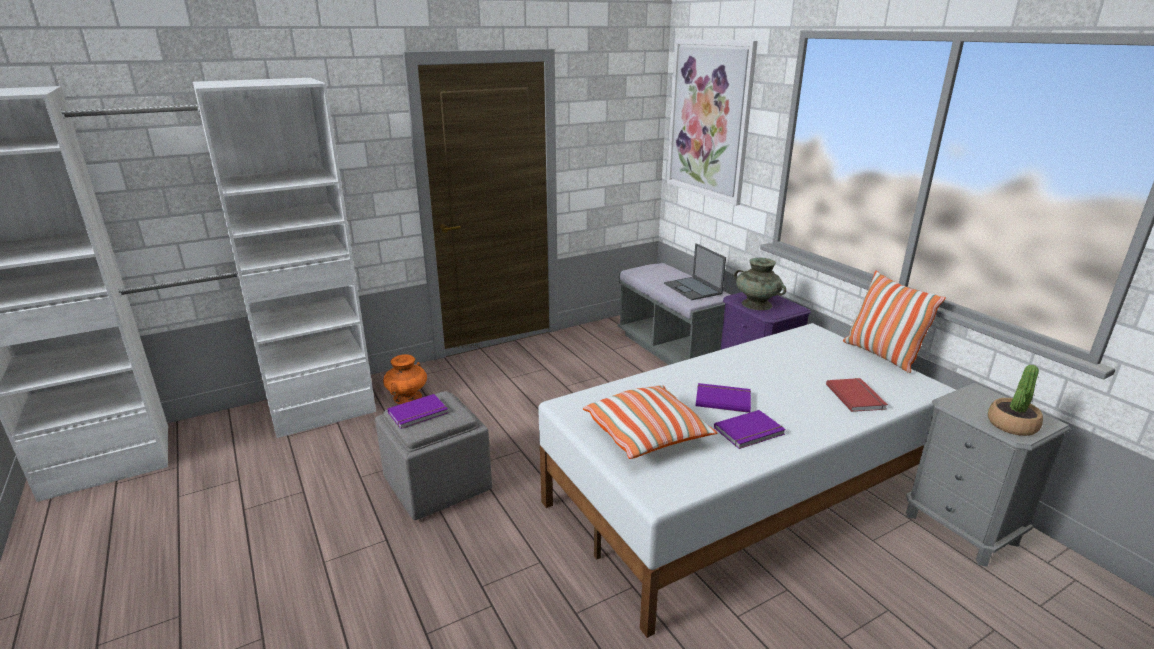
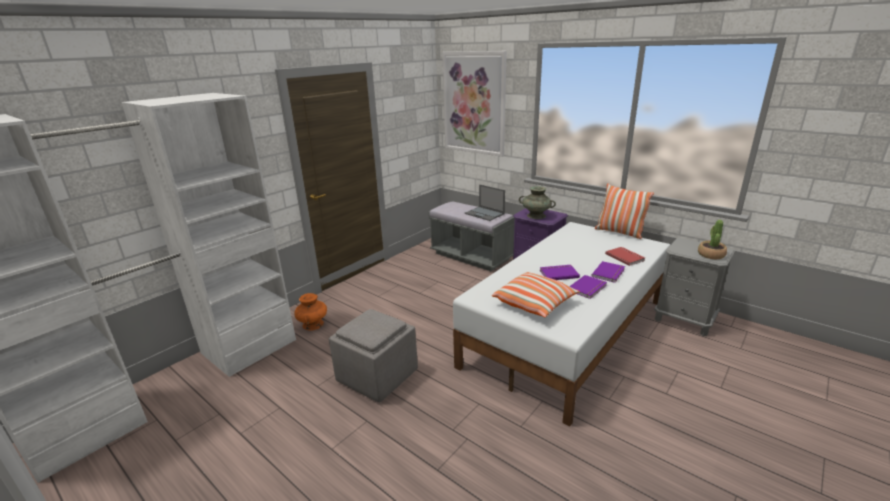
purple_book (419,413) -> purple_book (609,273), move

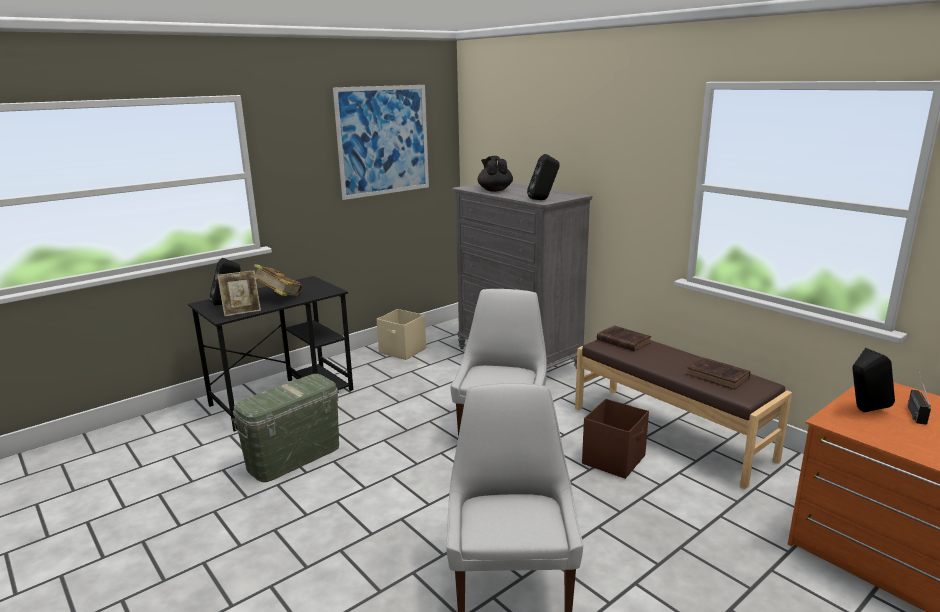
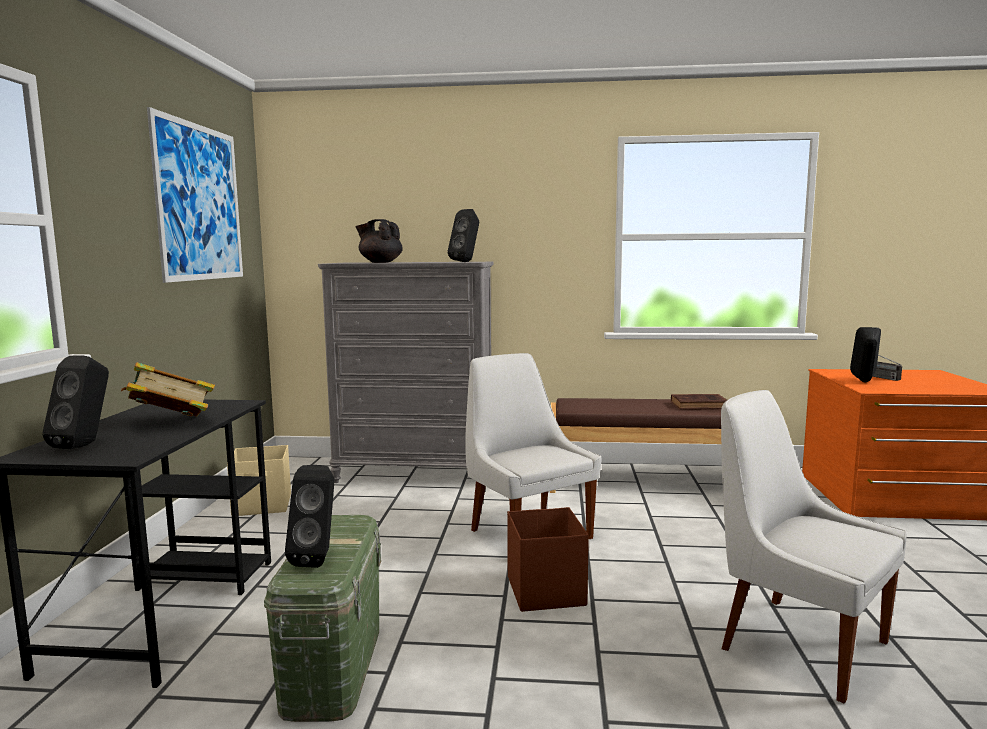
picture_frame (242,311) -> none
brown_storage_box (614,459) -> brown_storage_box (546,590), move
brown_book (622,341) -> none
none -> black_speaker (318,558)

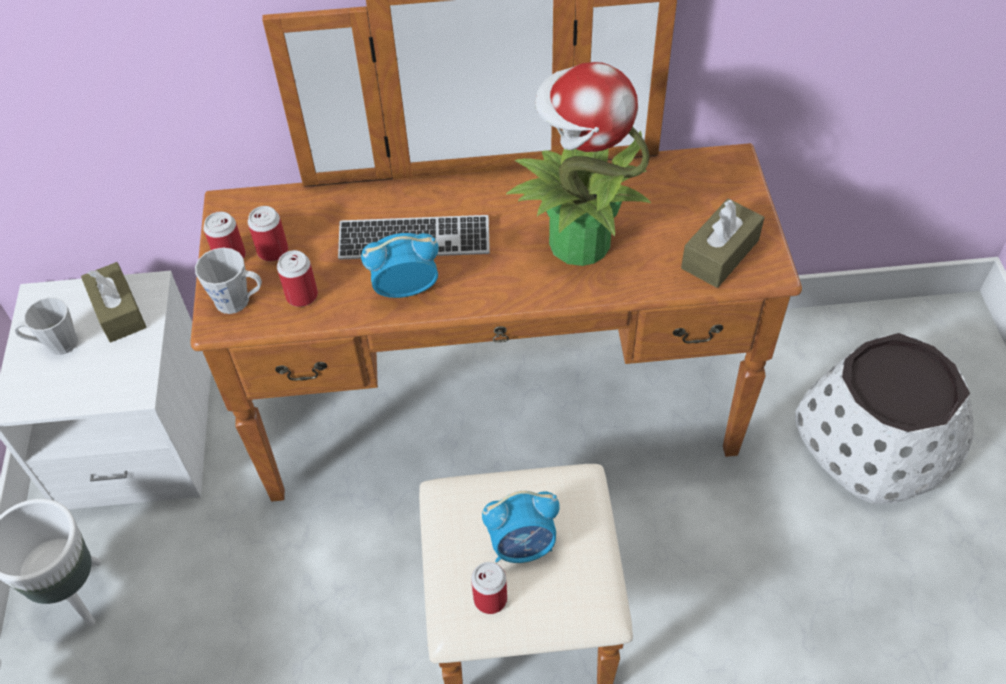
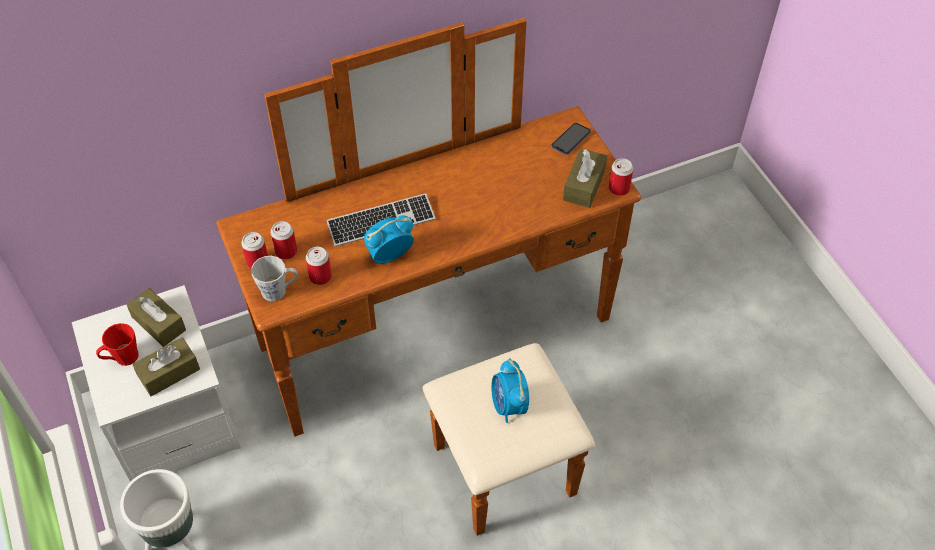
grey_mug (56,344) -> red_mug (122,358)
can (490,599) -> can (619,188), move
alarm_clock (522,546) -> alarm_clock (509,406), 105 degrees clockwise
potted_plant (577,242) -> none
white_planter (875,441) -> none
none -> brown_tissue_box (169,373)
none -> phone (570,139)

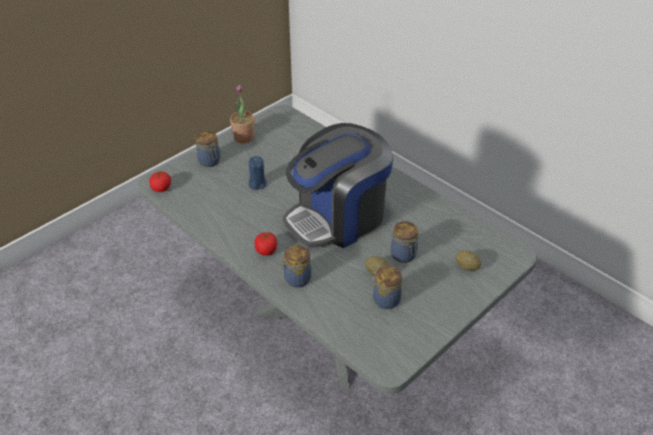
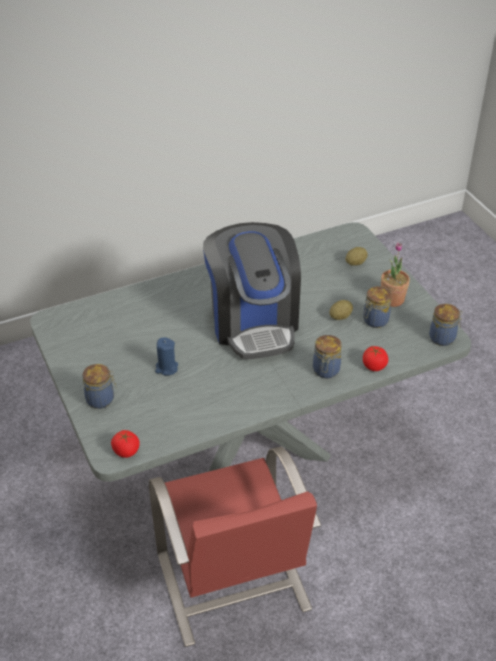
potted_plant (244,137) -> potted_plant (392,299), move
tomato (266,250) -> tomato (374,366), move
jar (404,255) -> jar (443,338), move
none -> red_chair (232,584)

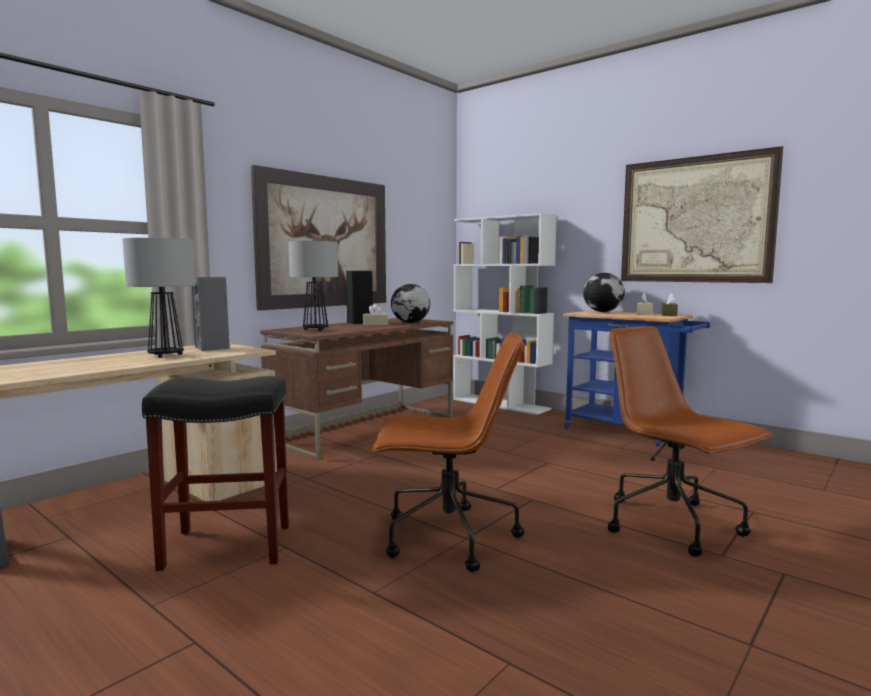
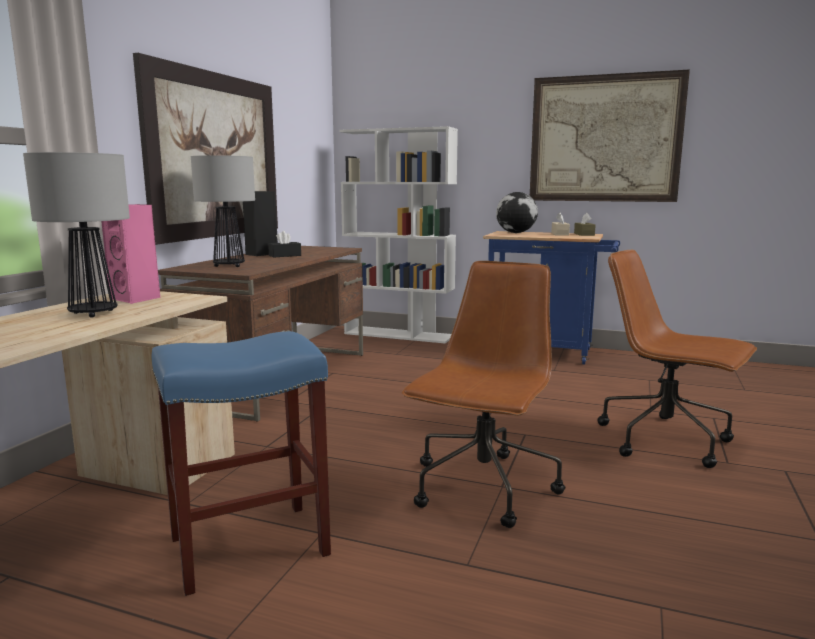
black_stool (225,547) -> blue_stool (247,547)
grey_speaker (212,348) -> pink_speaker (136,299)
beige_tissue_box (375,324) -> black_tissue_box (285,255)
brown_office_chair (446,537) -> brown_office_chair (482,489), 45 degrees counterclockwise
globe (410,322) -> none

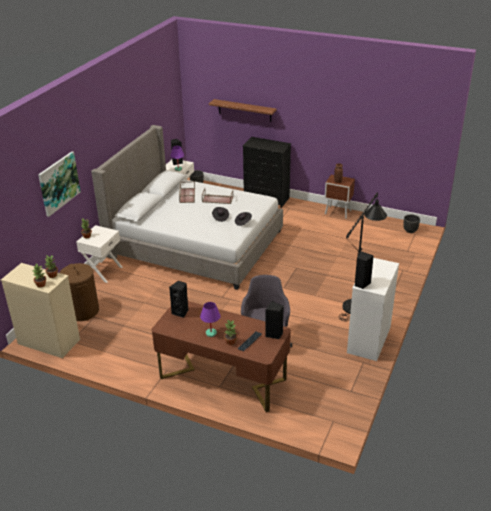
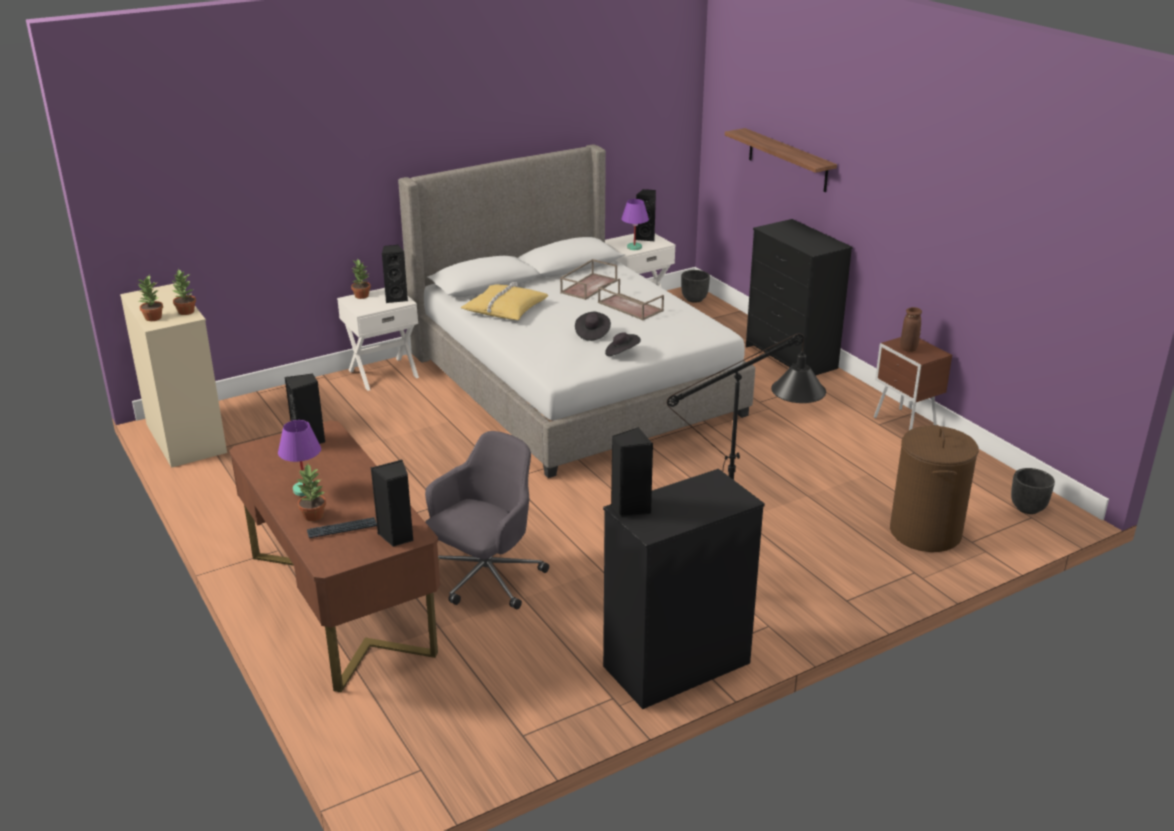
picture (58,183) -> none
brown_laundry_basket (83,311) -> brown_laundry_basket (925,532), move
white_dresser (369,340) -> black_dresser (675,665)
none -> black_speaker (396,298)
none -> yellow_pillow (504,310)

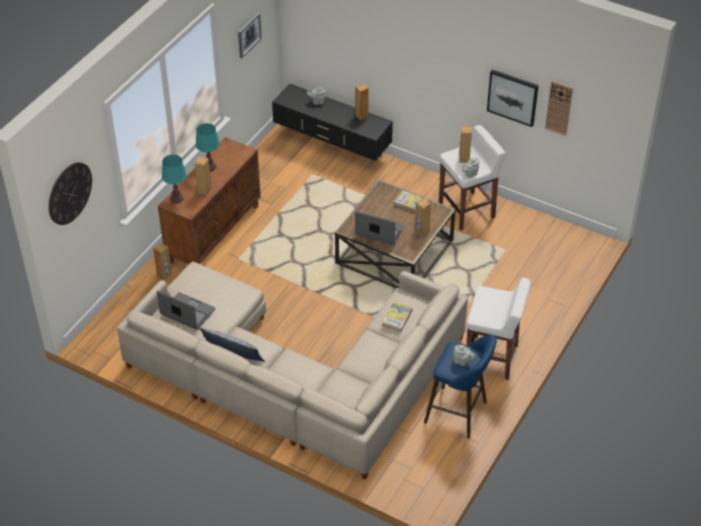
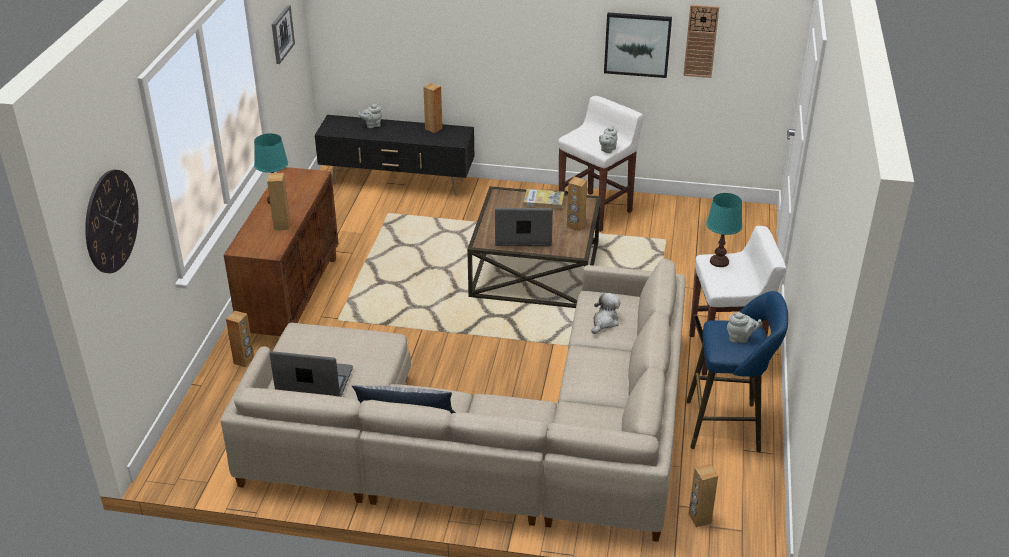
turquoise_table_lamp (176,198) -> turquoise_table_lamp (719,261), move
book (397,318) -> plush_toy (604,322)
brown_speaker (464,159) -> brown_speaker (699,518), move

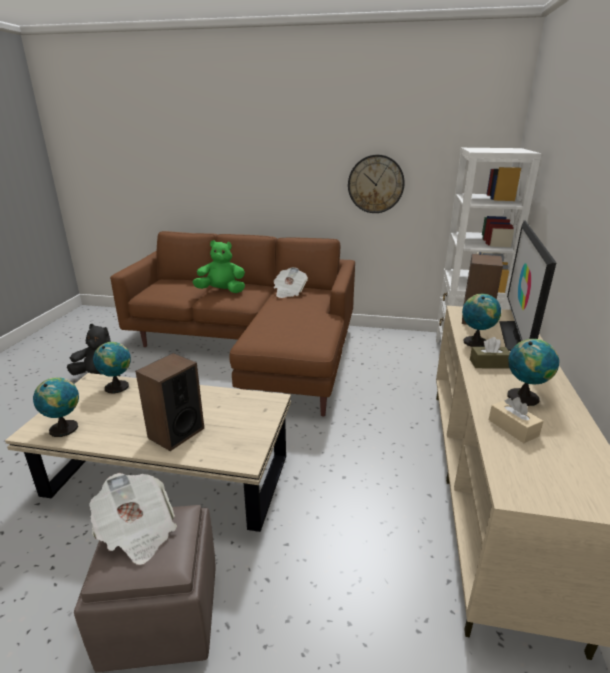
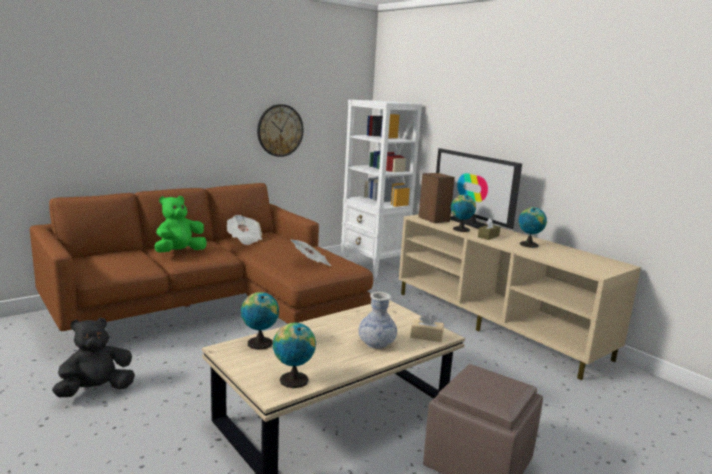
newspaper (137,532) -> newspaper (311,263), move
speaker (176,433) -> vase (376,344)
beige_tissue_box (513,428) -> beige_tissue_box (426,336), move

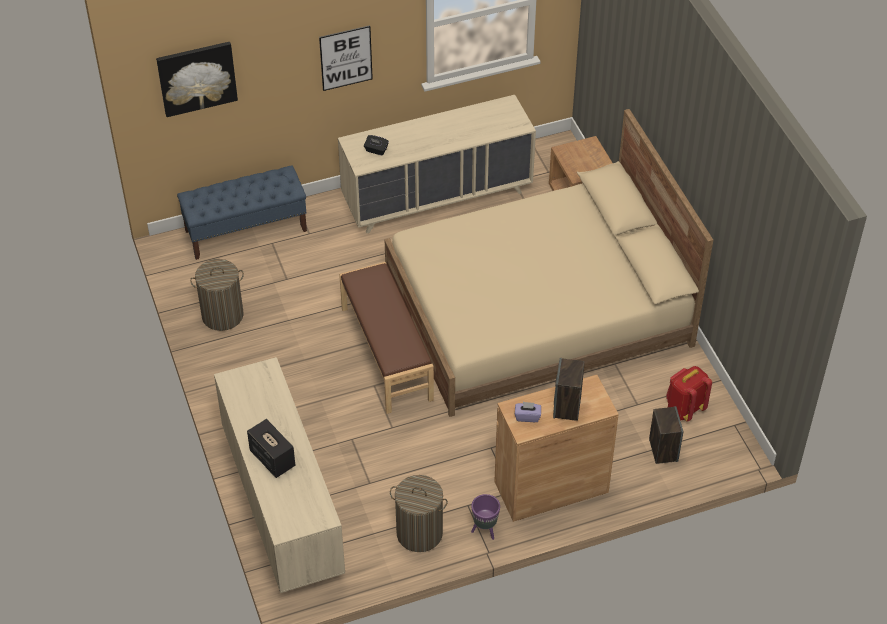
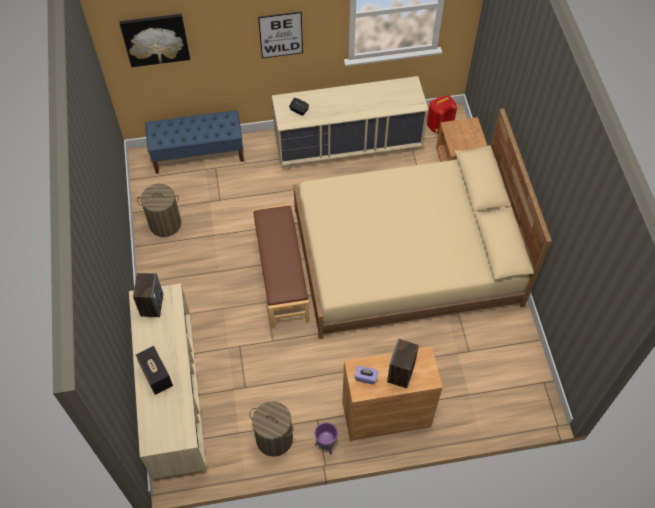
speaker (663,450) -> speaker (152,305), move
red_backpack (684,409) -> red_backpack (438,125), move

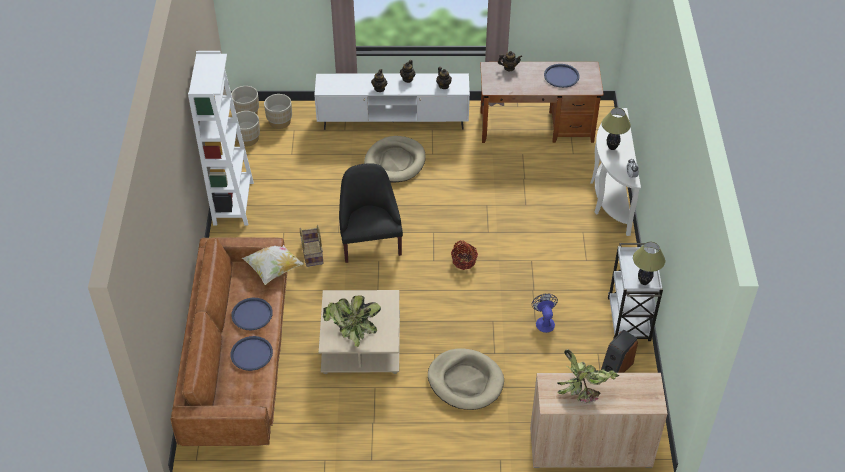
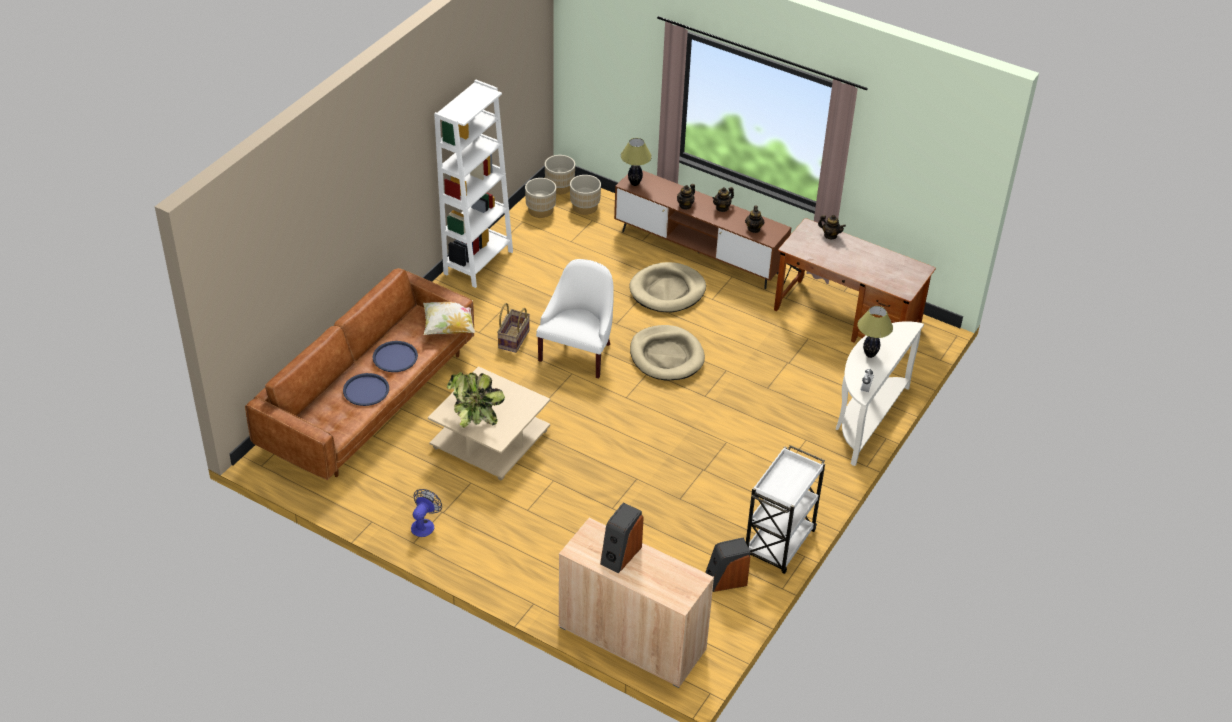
white_tv_stand (393,121) -> brown_tv_stand (698,252)
black_armchair (370,241) -> white_armchair (578,352)
beige_dog_bed (465,381) -> beige_dog_bed (666,356), move
basket (464,261) -> none
fan (544,321) -> fan (424,524), move
blue_tray (561,76) -> none
potted_plant (584,390) -> speaker (620,554)
table_lamp (644,282) -> table_lamp (635,183), move

